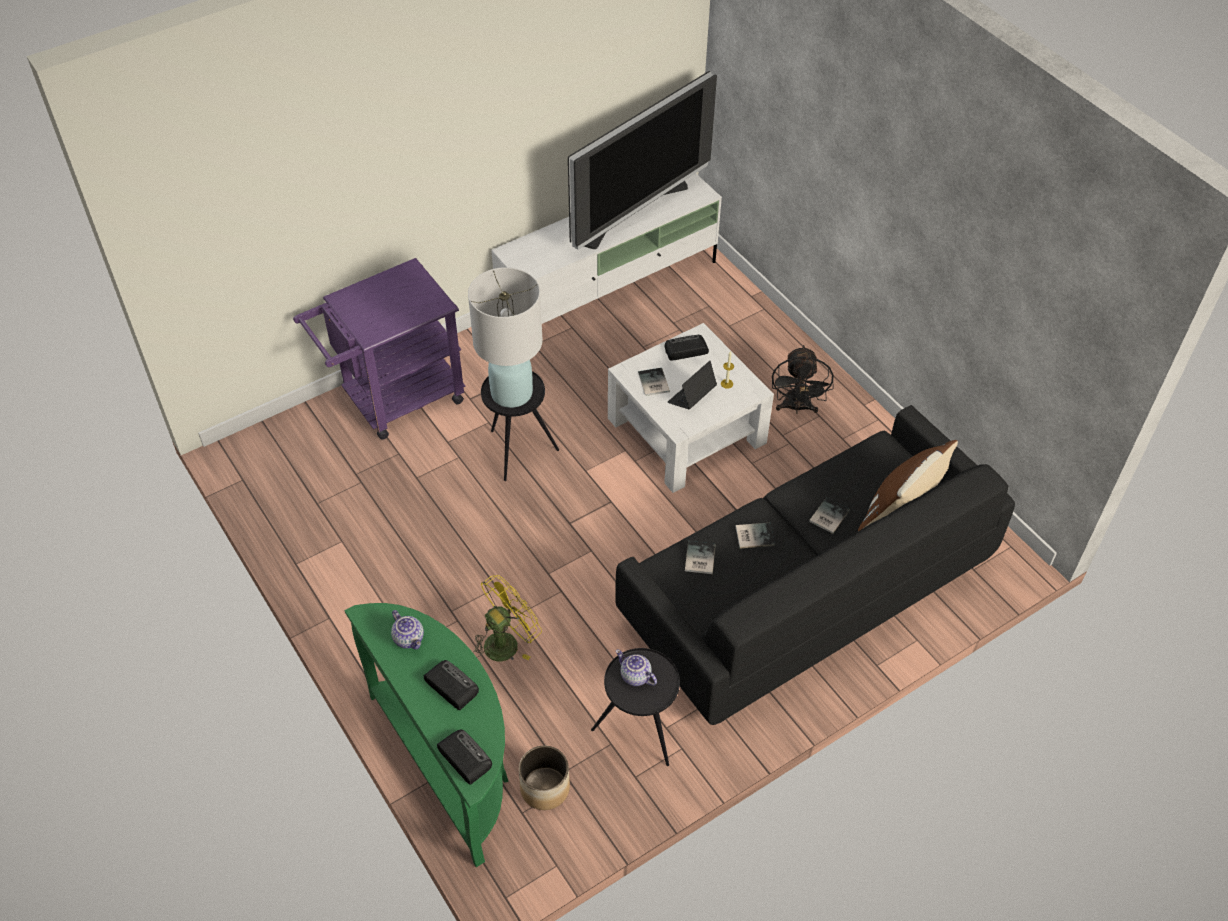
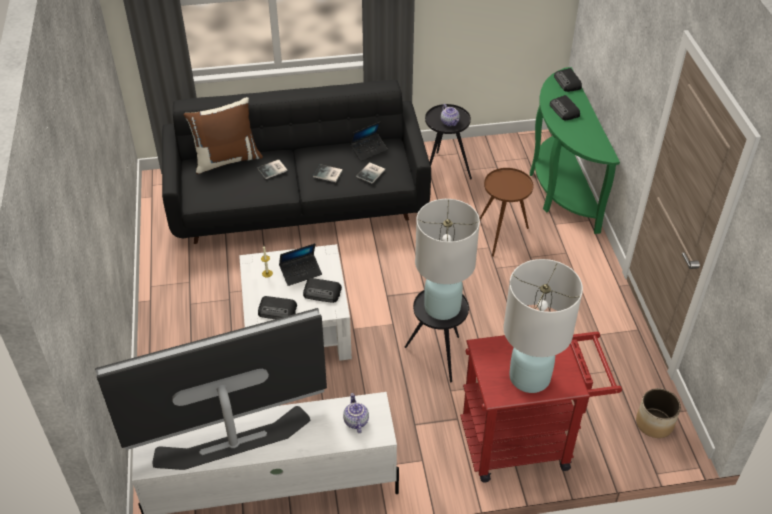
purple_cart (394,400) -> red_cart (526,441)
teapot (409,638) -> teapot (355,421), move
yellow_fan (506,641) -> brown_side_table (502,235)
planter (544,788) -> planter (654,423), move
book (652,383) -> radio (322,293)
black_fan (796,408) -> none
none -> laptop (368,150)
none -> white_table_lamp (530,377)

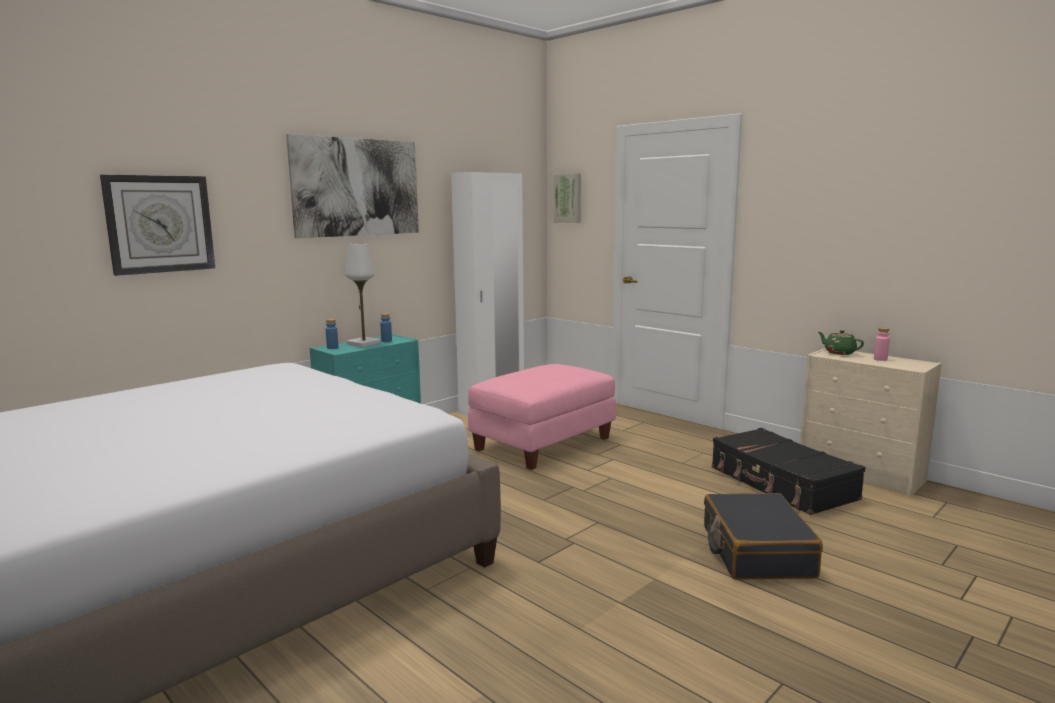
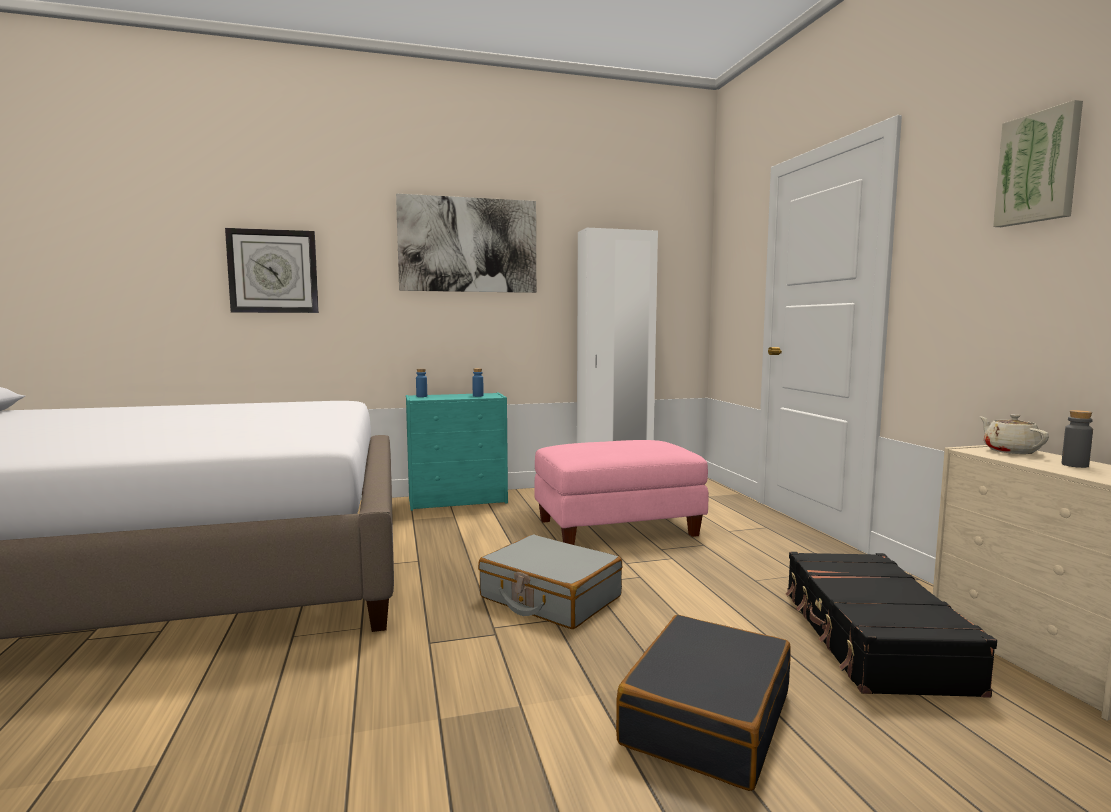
white_table_lamp (363,344) -> none
picture (568,198) -> picture (1039,168), move
green_teapot (839,352) -> beige_teapot (1010,451)
pink_bottle (880,359) -> grey_bottle (1075,465)
none -> grey_suitcase (550,597)

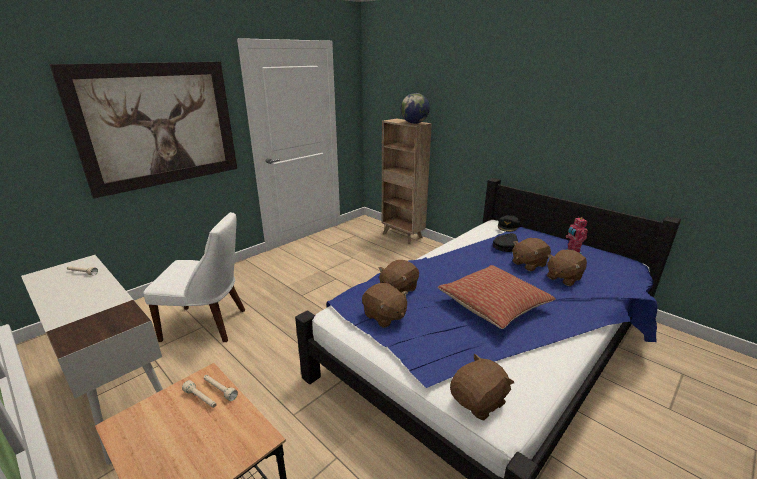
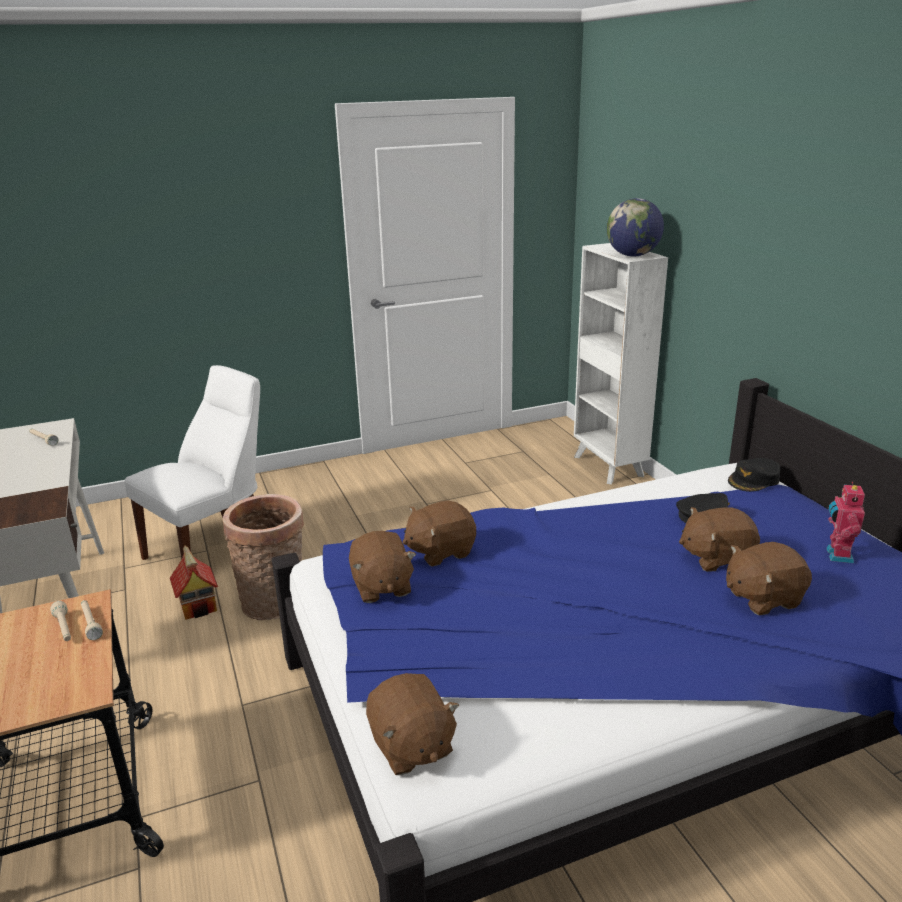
picture (159,125) -> none
white_chair (208,324) -> white_chair (215,549), 75 degrees counterclockwise
brown_bookcase (403,236) -> white_bookcase (608,467)
pillow (493,305) -> none
brown_plush_toy (479,401) -> brown_plush_toy (411,746), 75 degrees clockwise
none -> toy_house (199,605)
none -> basket (275,603)

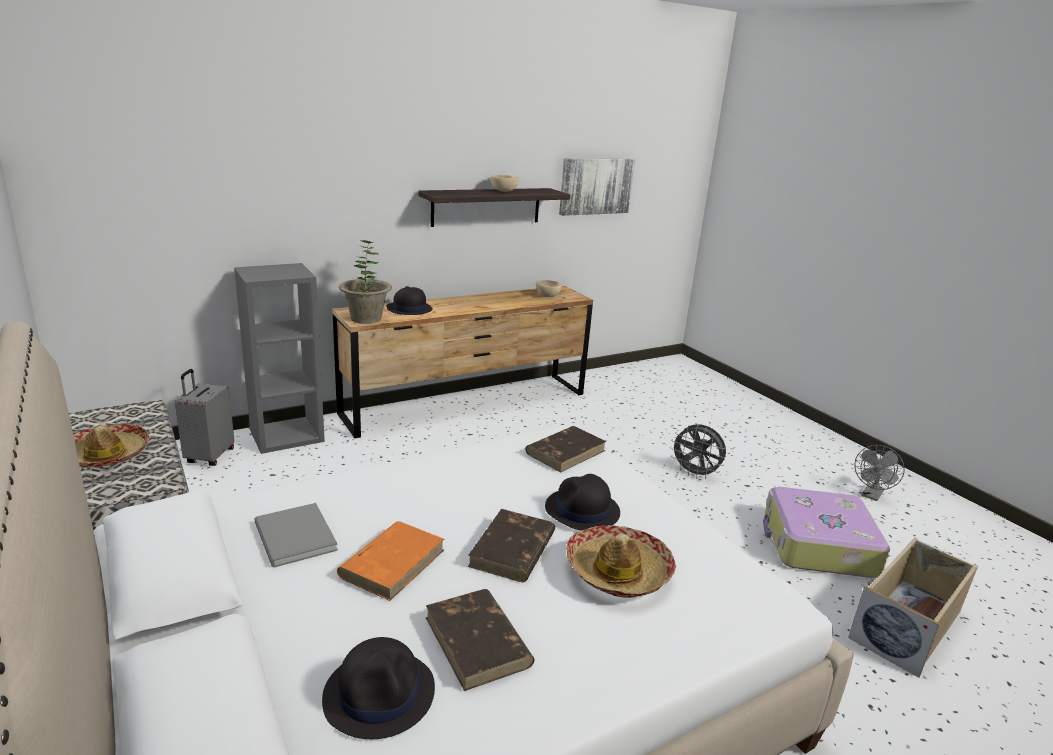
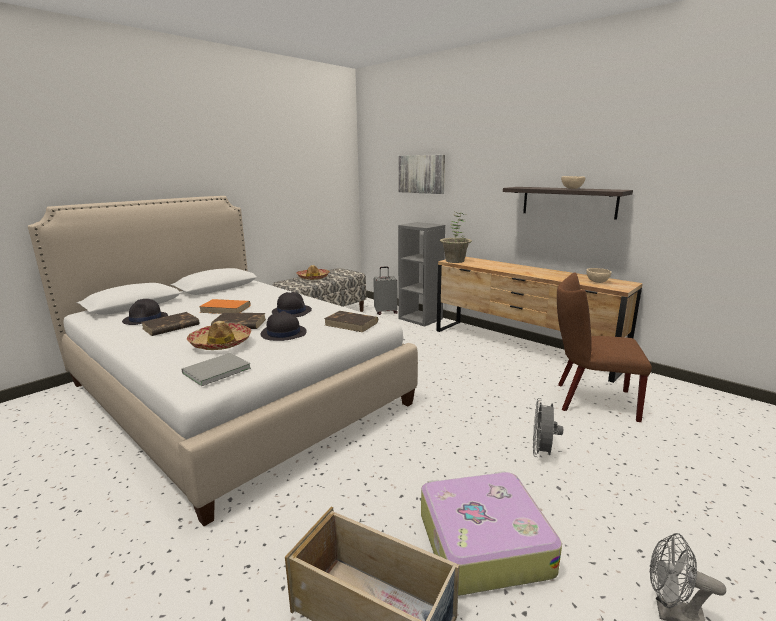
grey_book (293,538) -> grey_book (214,370), move
black_hat (409,309) -> black_hat (291,311), move
picture (595,186) -> picture (421,174), move
none -> brown_chair (590,400)

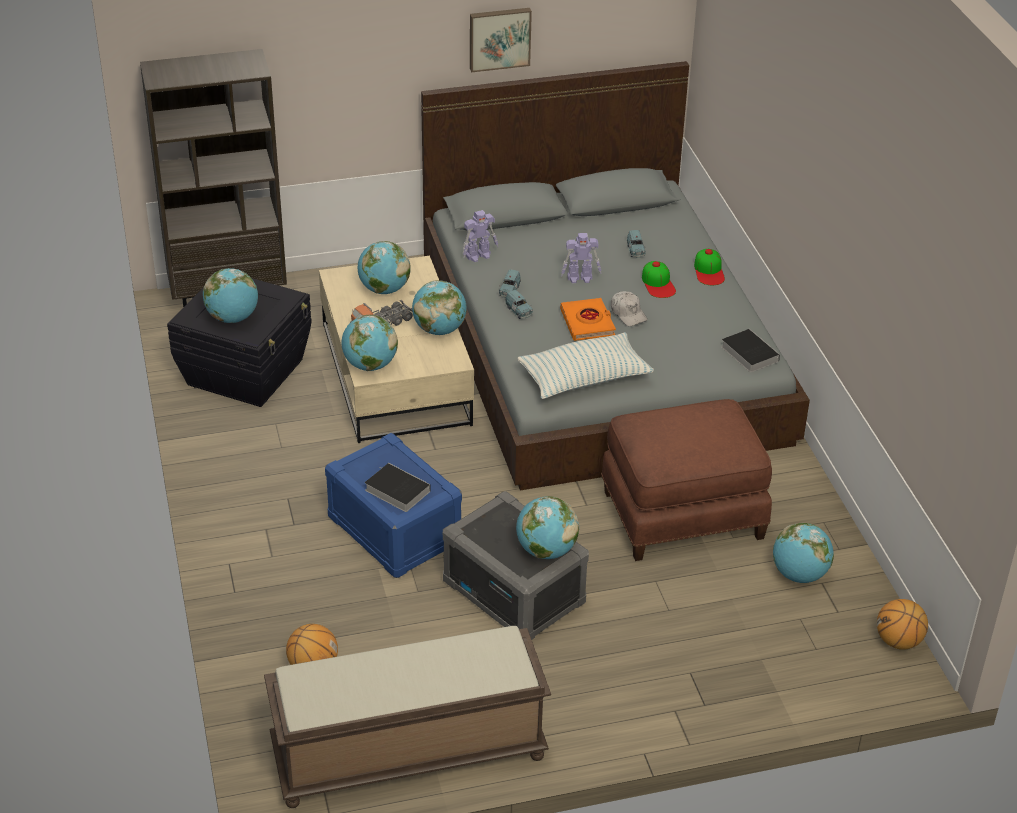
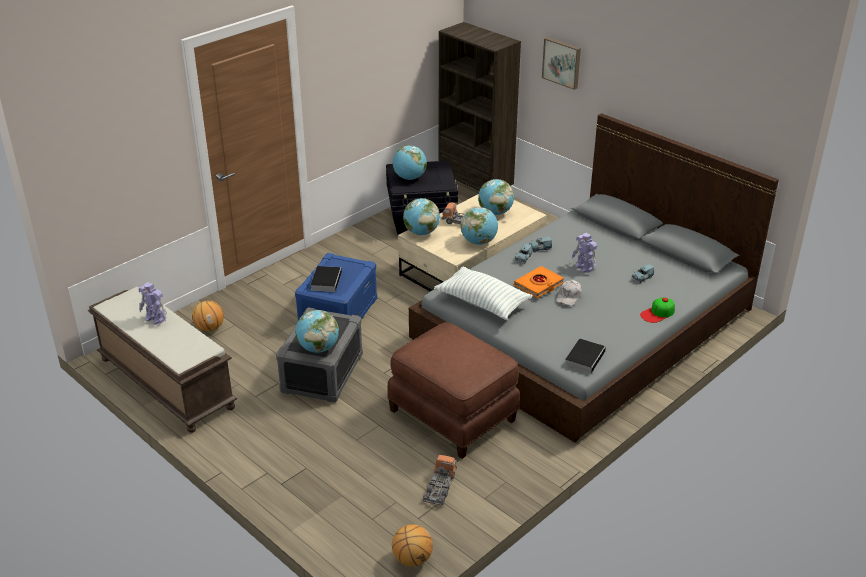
toy_robot (479,255) -> toy_robot (155,319), move
picture (499,38) -> picture (562,62), move
cap (658,283) -> none
globe (799,575) -> toy_truck (440,487)

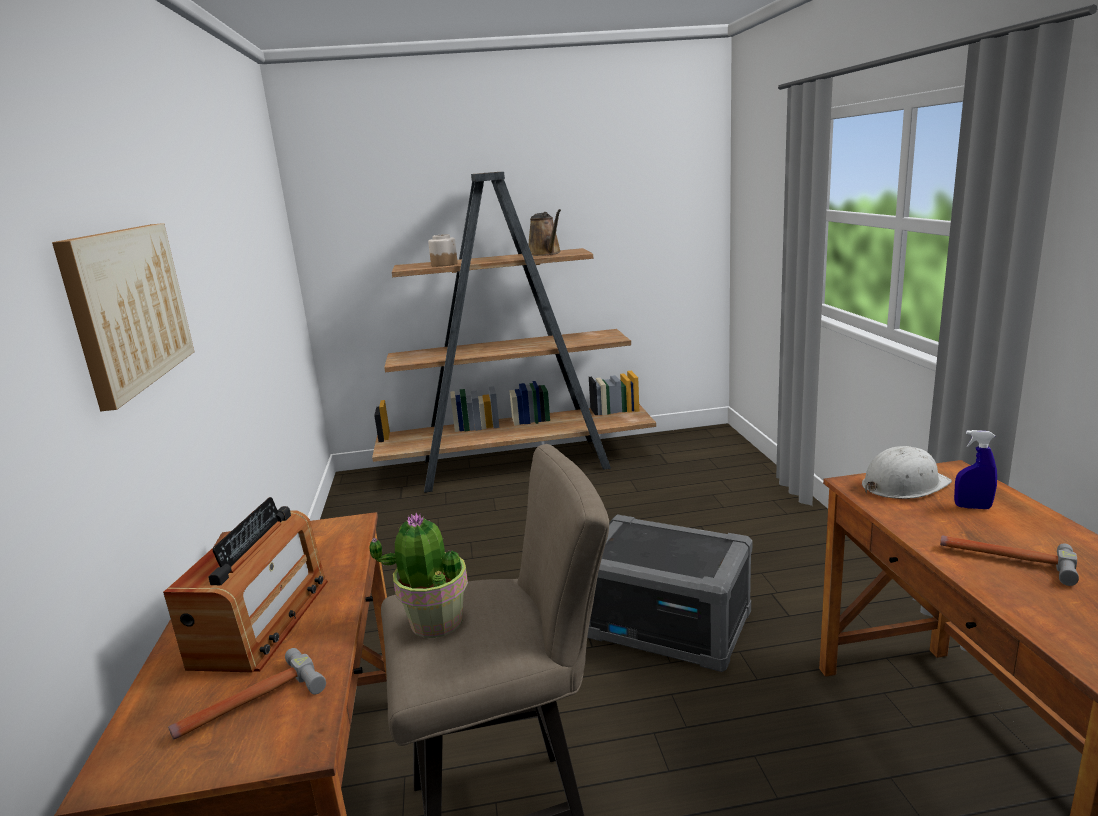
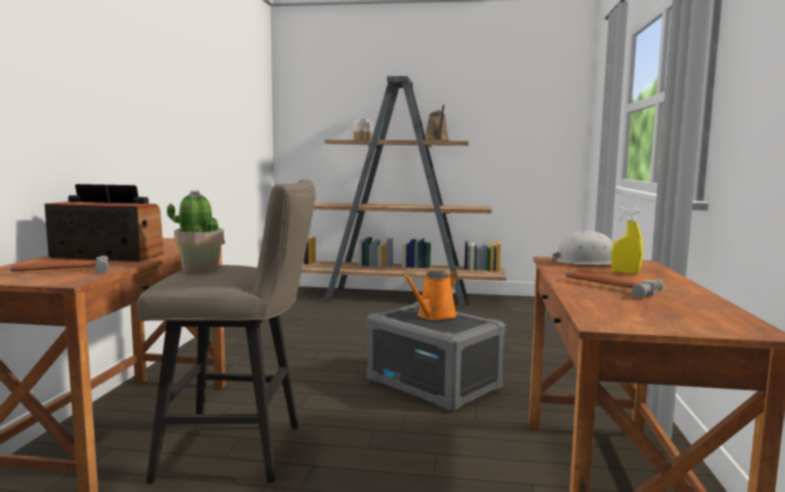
picture (128,307) -> none
radio (262,622) -> radio (108,256), 105 degrees counterclockwise
blue_spray_bottle (972,507) -> yellow_spray_bottle (625,272)
none -> orange_watering_can (434,316)

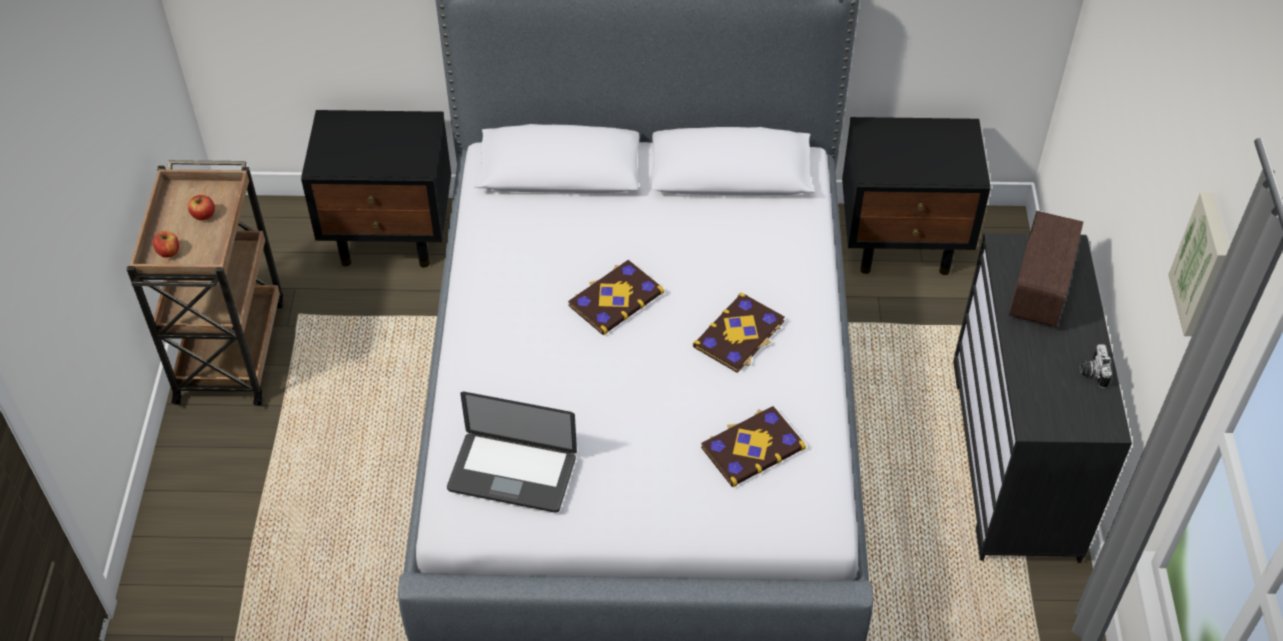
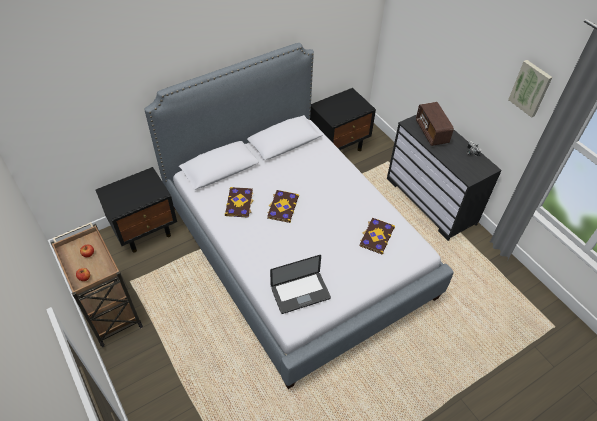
book (740,335) -> book (239,203), move

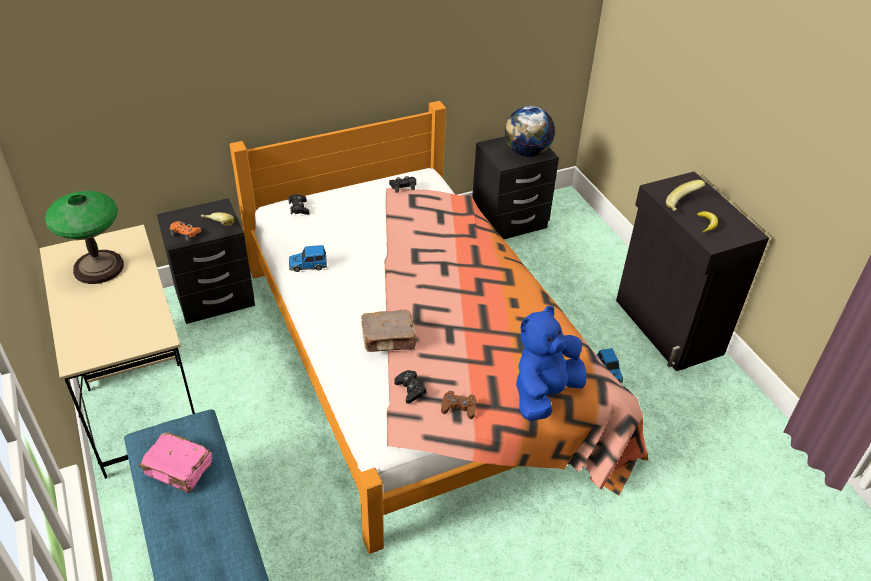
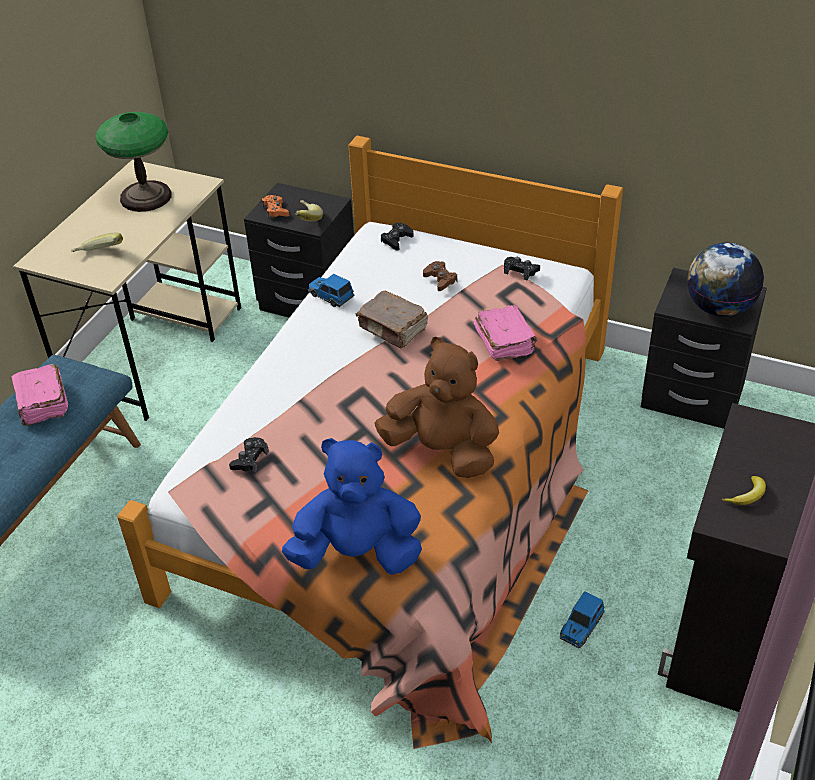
brown_book (389,339) -> brown_book (393,329), move
brown_game_controller (459,407) -> brown_game_controller (440,279), move
banana (682,205) -> banana (100,255), move
none -> brown_plush_toy (442,451)
none -> pink_book (504,342)

